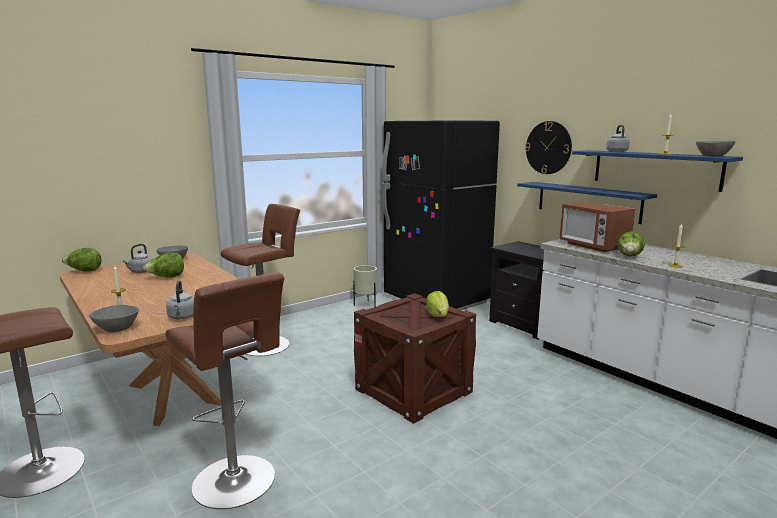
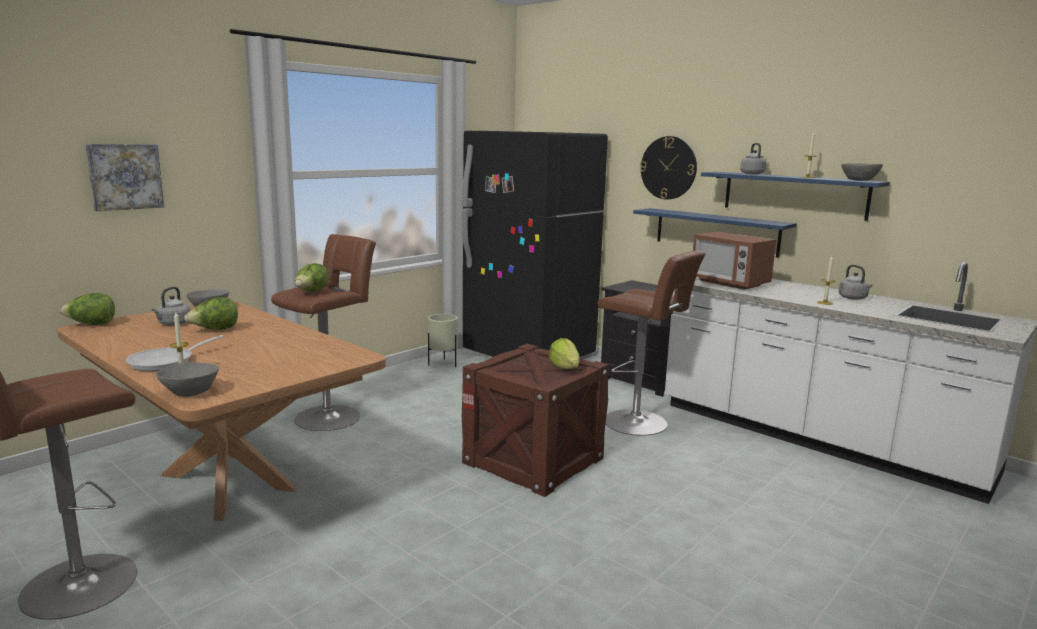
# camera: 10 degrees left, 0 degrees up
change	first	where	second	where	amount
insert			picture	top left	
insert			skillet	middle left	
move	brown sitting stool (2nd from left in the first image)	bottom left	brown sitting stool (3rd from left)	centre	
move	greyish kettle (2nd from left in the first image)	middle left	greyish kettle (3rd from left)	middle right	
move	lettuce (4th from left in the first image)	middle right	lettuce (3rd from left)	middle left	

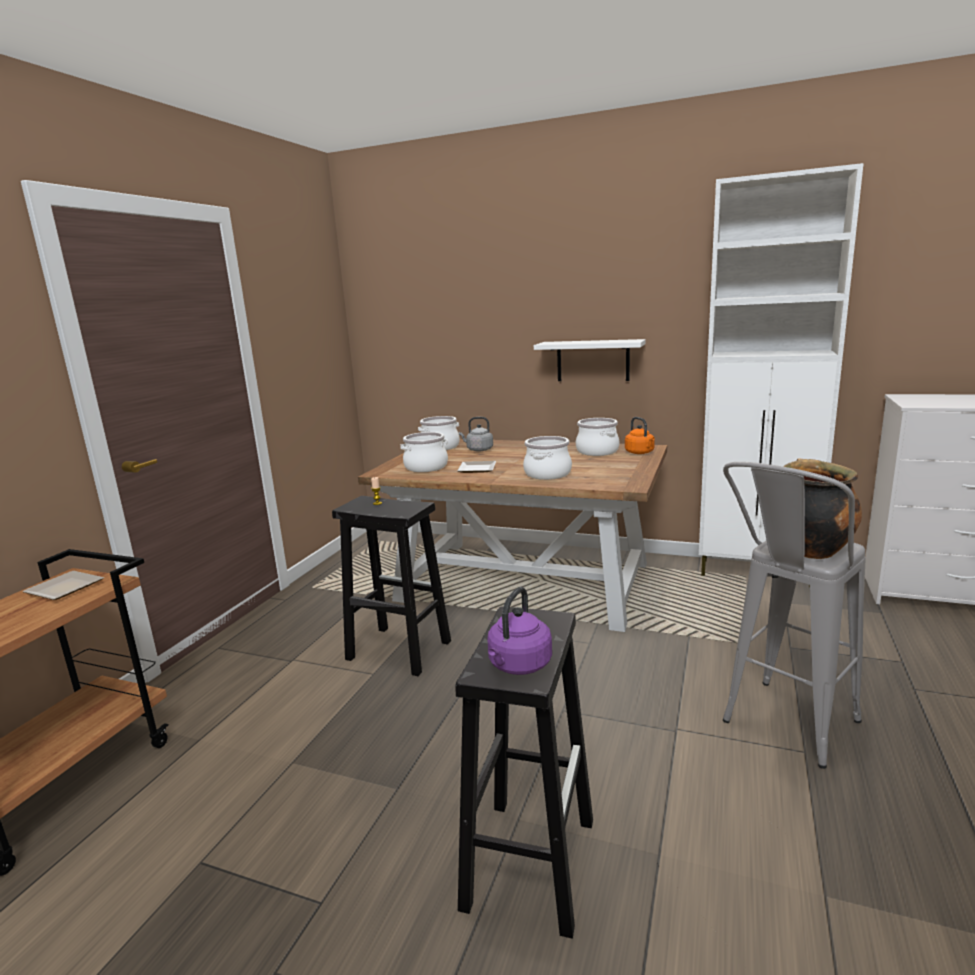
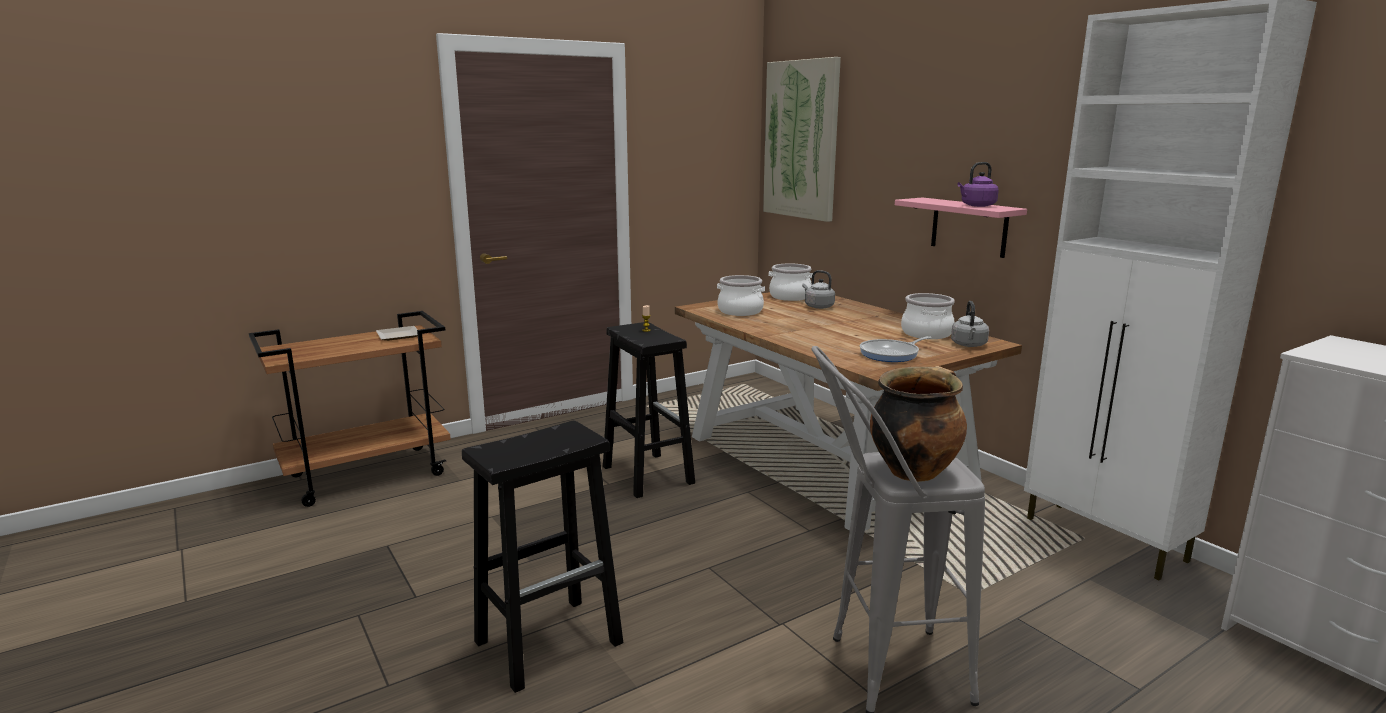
# camera: 35 degrees right, 0 degrees up
change	first	where	second	where	amount
delete	plate (2nd from left)	centre			
delete	saucepot (3rd from left)	centre			
insert			picture	top centre	
insert			skillet	centre	
move	purple kettle	centre		top right	
recolor	white-coloured bracket shelf	centre	pink bracket shelf	top right	
recolor	orangey kettle	centre	greyish kettle (2nd from left)	middle right	

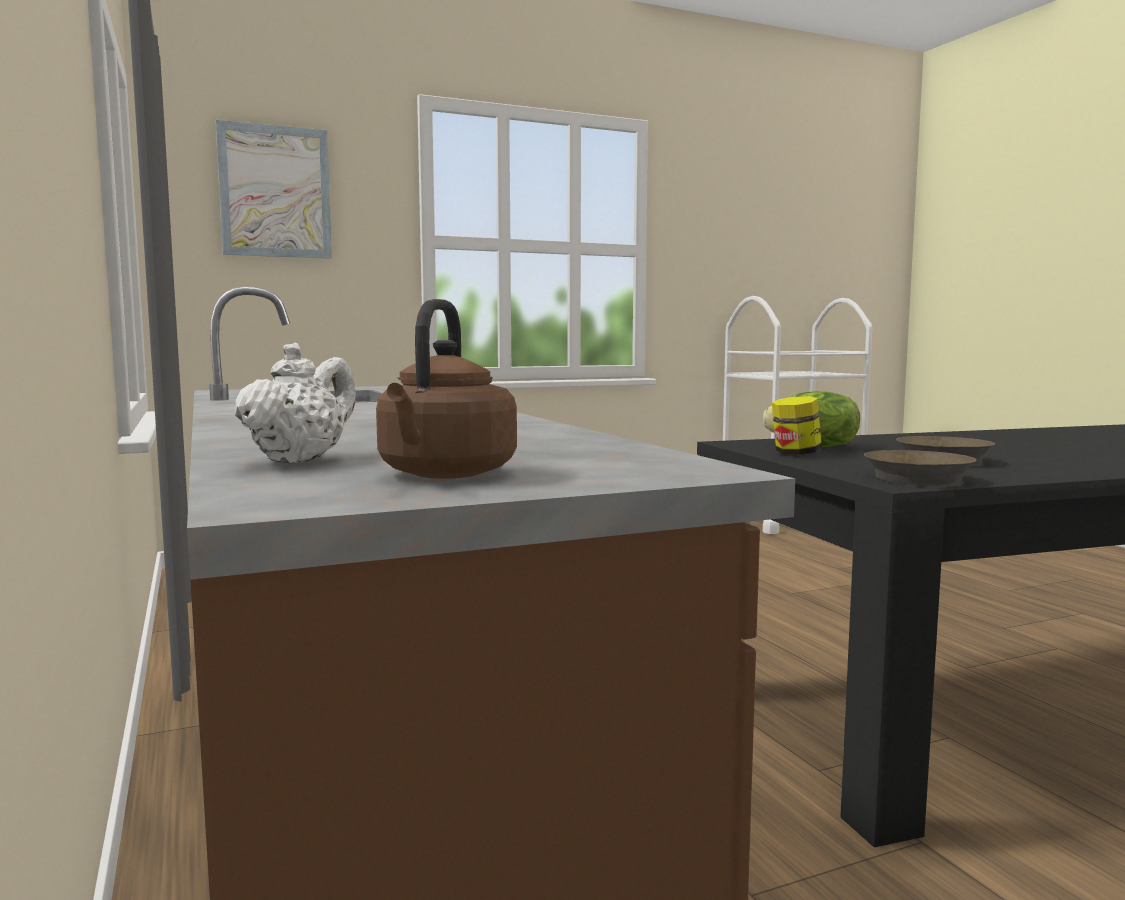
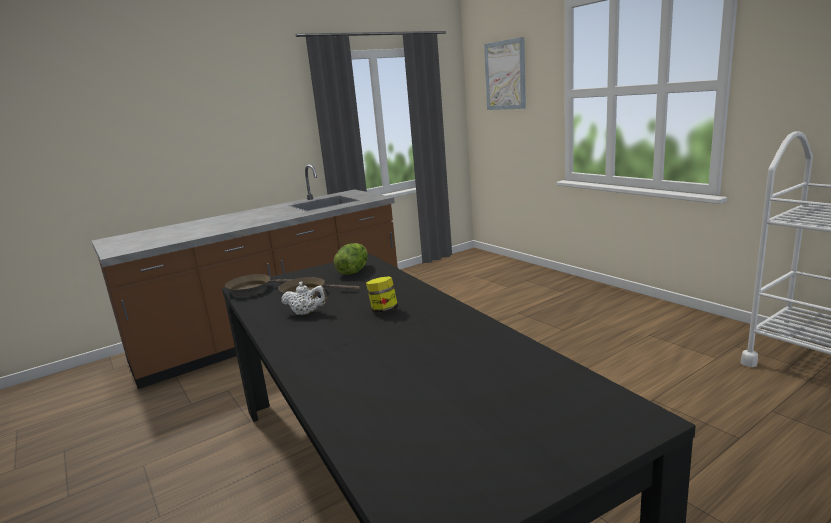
# camera: 80 degrees right, 10 degrees up
change	first	where	second	where	amount
delete	brown kettle	centre			
move	white-coloured pot for tea	middle left		centre	
move	jar	middle right		centre	

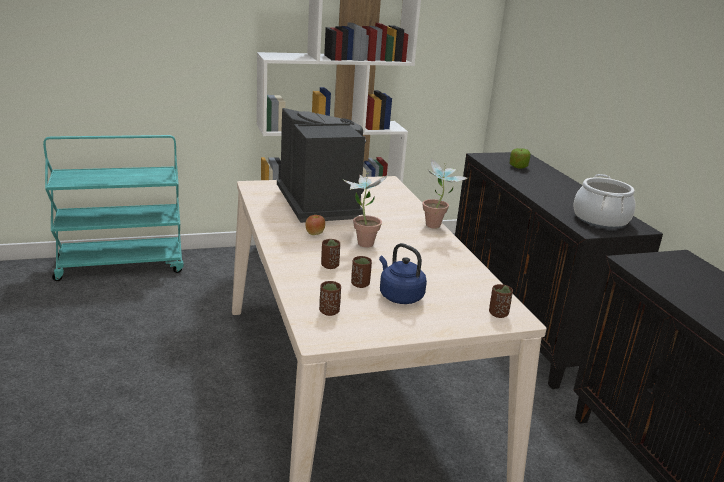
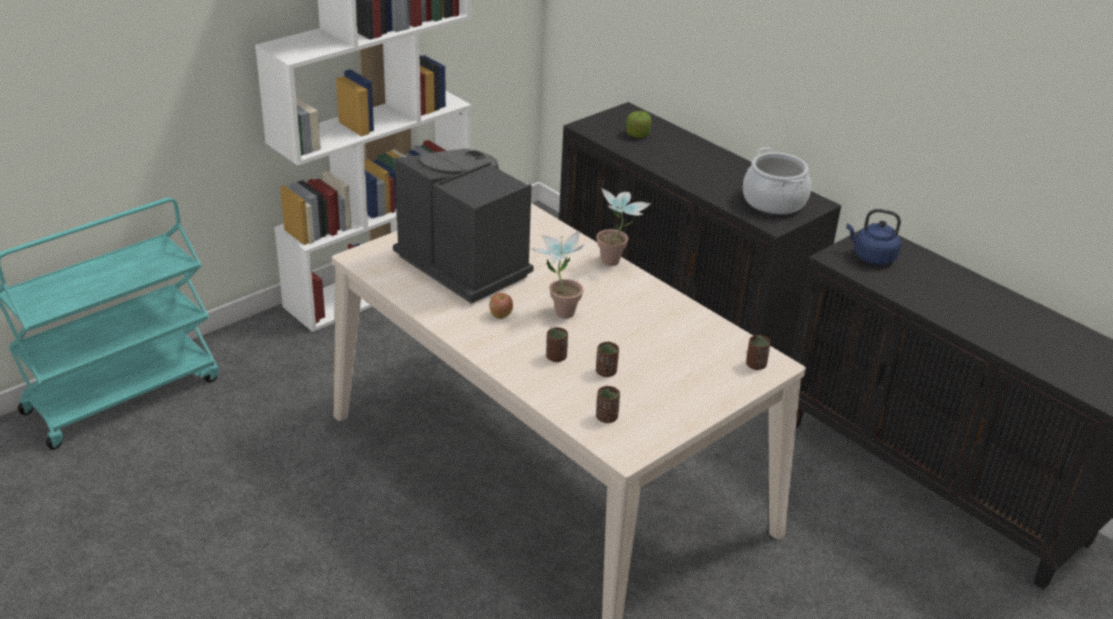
# camera: 25 degrees left, 10 degrees up
change	first	where	second	where	amount
move	blue kettle	centre		middle right	

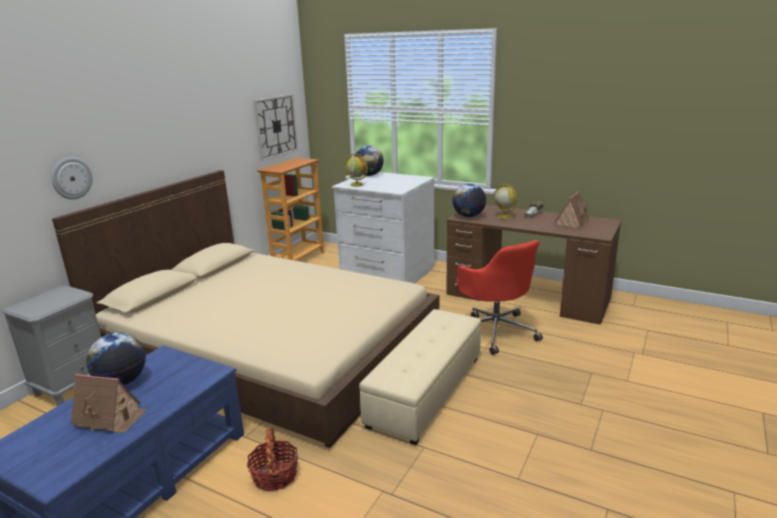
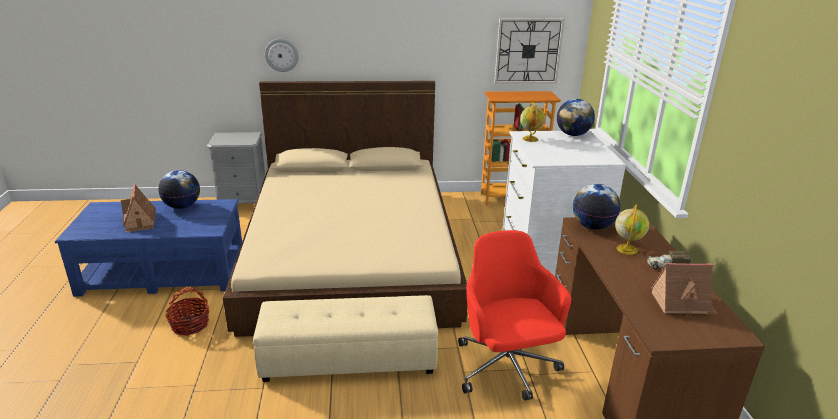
# camera: 55 degrees right, 5 degrees up
change	first	where	second	where	amount
rotate	red-coloured desk chair	centre		bottom centre	135 degrees clockwise

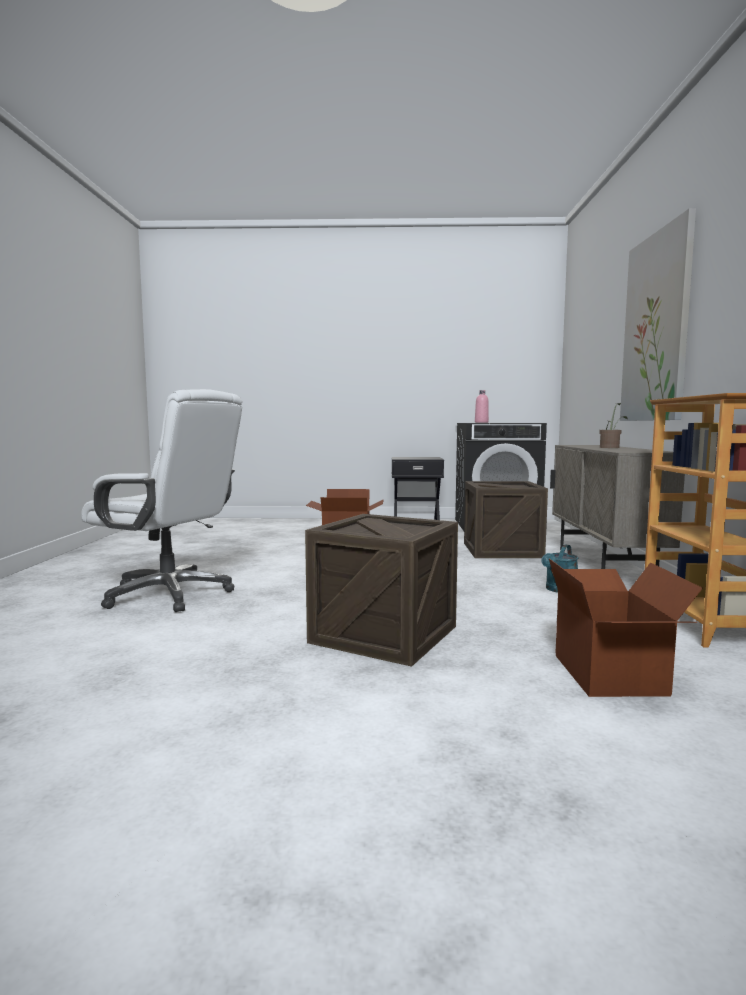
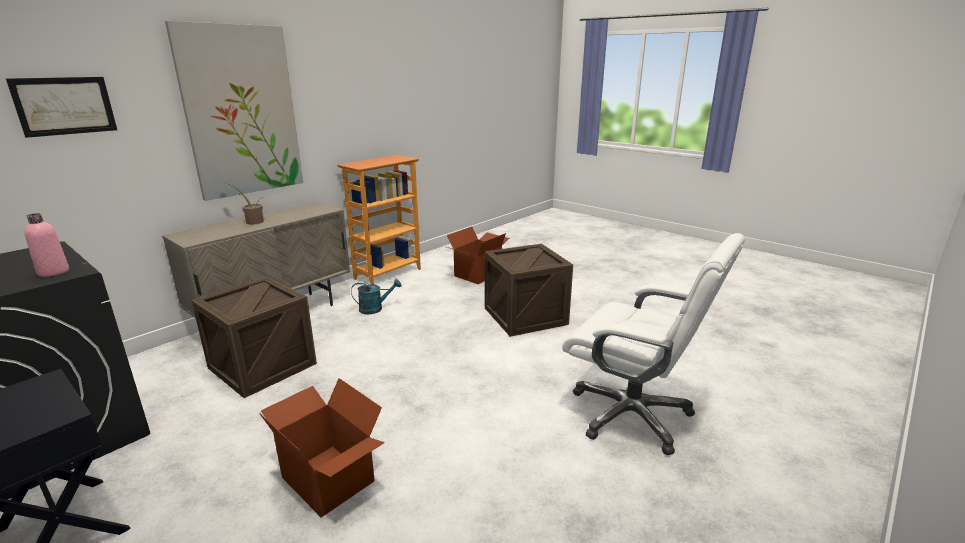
# camera: 140 degrees left, 15 degrees up
change	first	where	second	where	amount
insert			picture (1st from left)	top left	
rotate	white-coloured desk chair	middle left		middle right	150 degrees clockwise

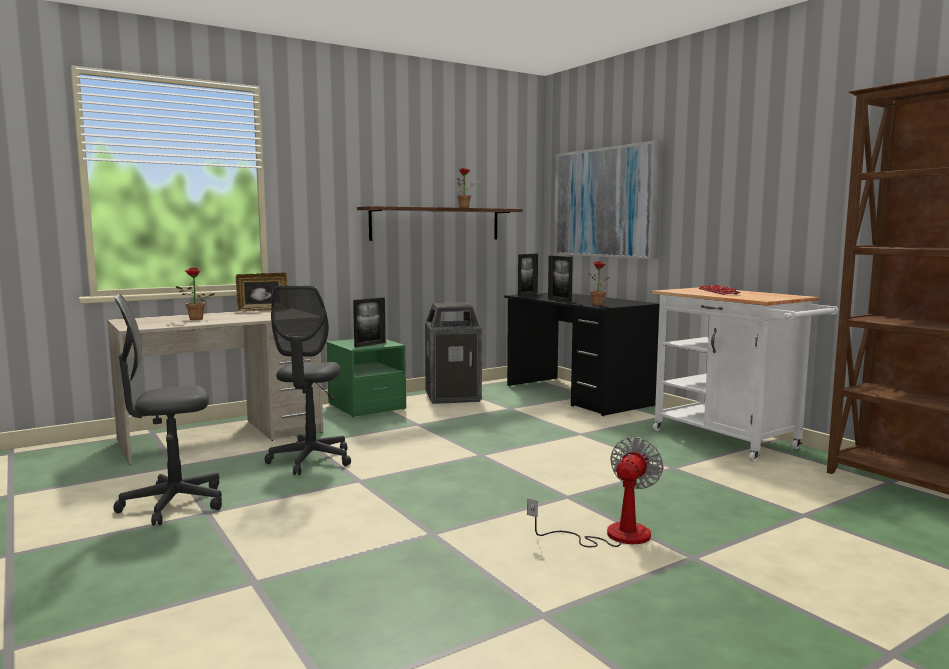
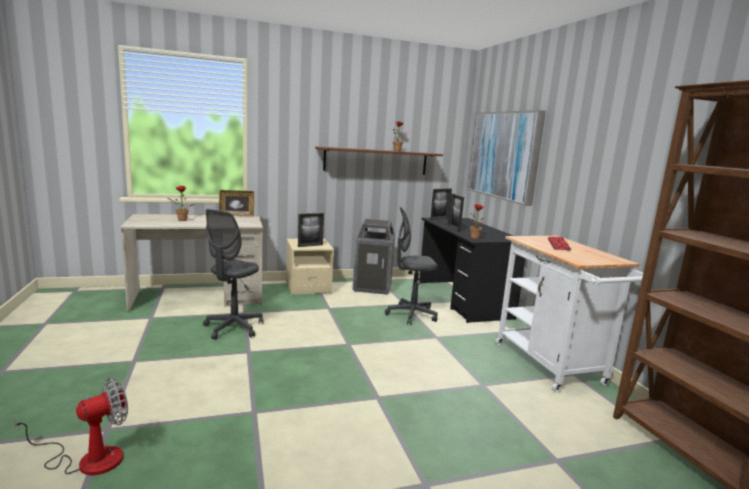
# camera: 15 degrees right, 5 degrees up
change	first	where	second	where	amount
move	greyish desk chair (1st from left in the first image)	middle left	greyish desk chair (2nd from left)	centre	
move	cooling fan	bottom centre		bottom left	
recolor	green nightstand	centre	beige nightstand	centre	

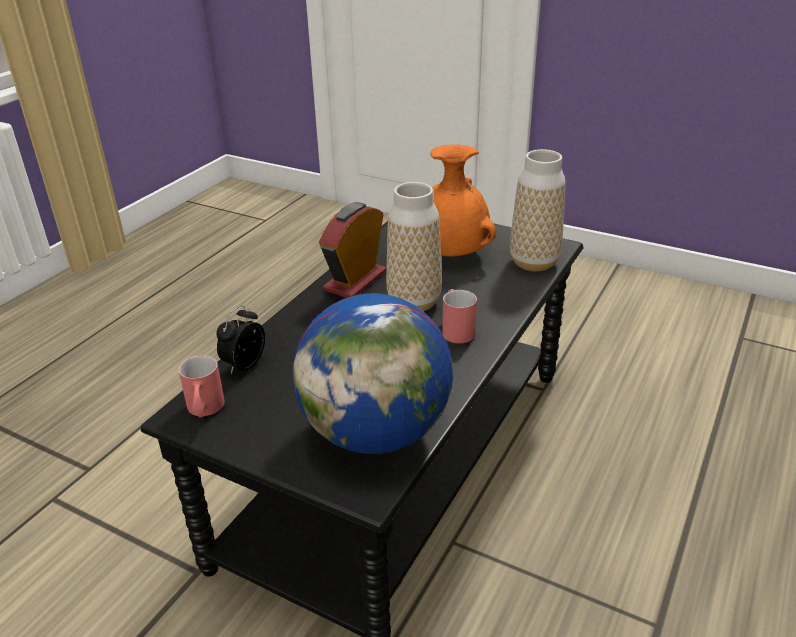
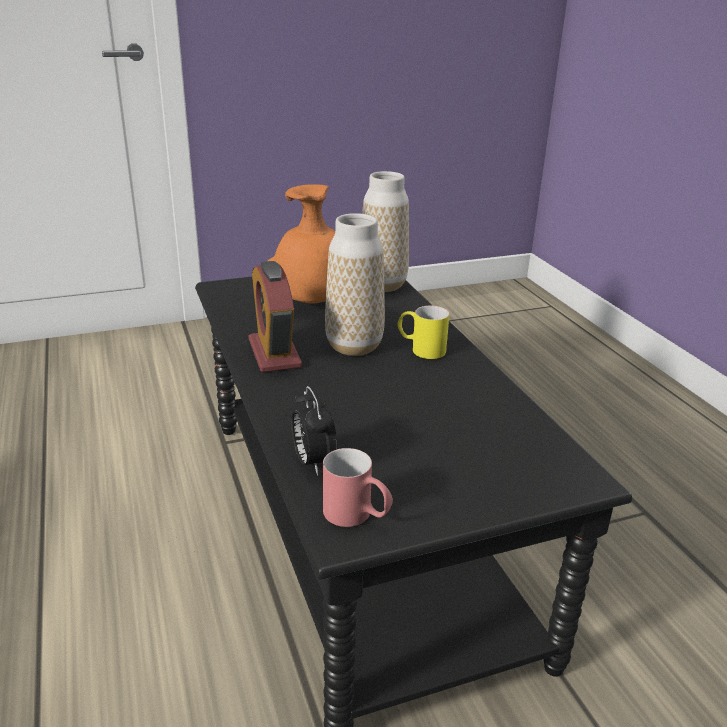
# camera: 50 degrees left, 5 degrees down
change	first	where	second	where	amount
delete	desk globe	centre			
recolor	red-coloured mug (2nd from left)	centre	yellow-coloured mug	centre	

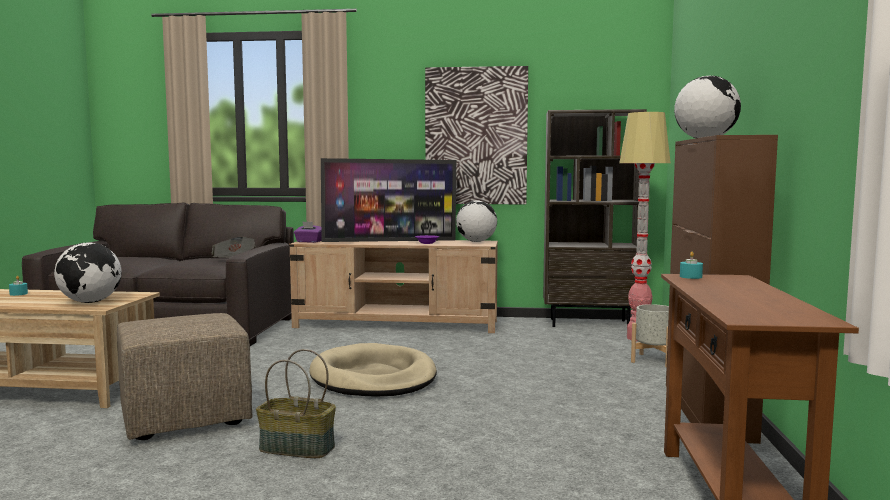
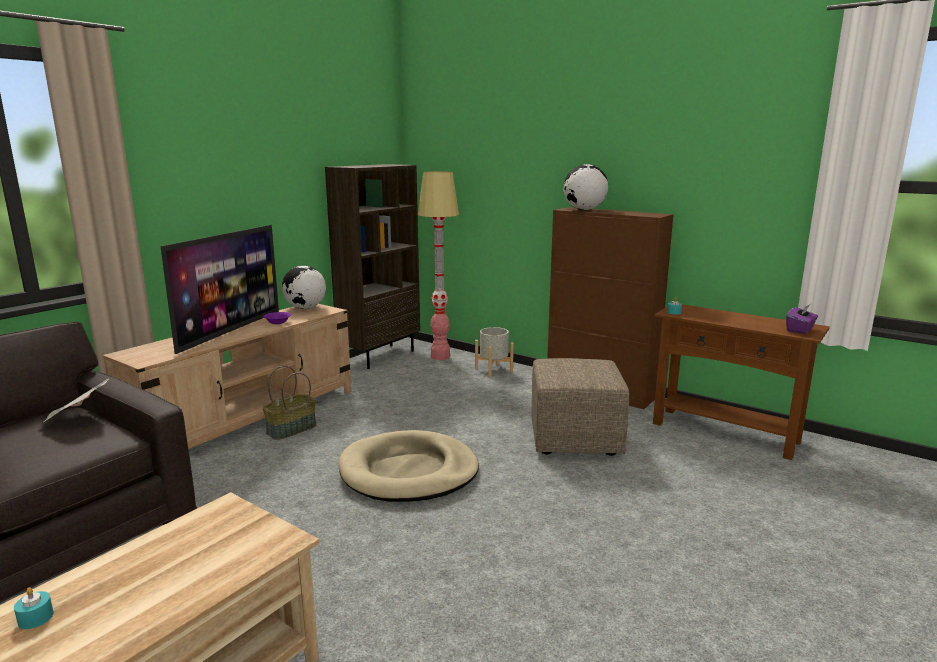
# camera: 60 degrees left, 10 degrees up
change	first	where	second	where	amount
delete	desk globe (1st from left)	middle left			
delete	picture	top centre			
move	beige ottoman	bottom left		centre	
move	storage basket	bottom left		middle left	
move	purple tissue holder	centre		middle right	

